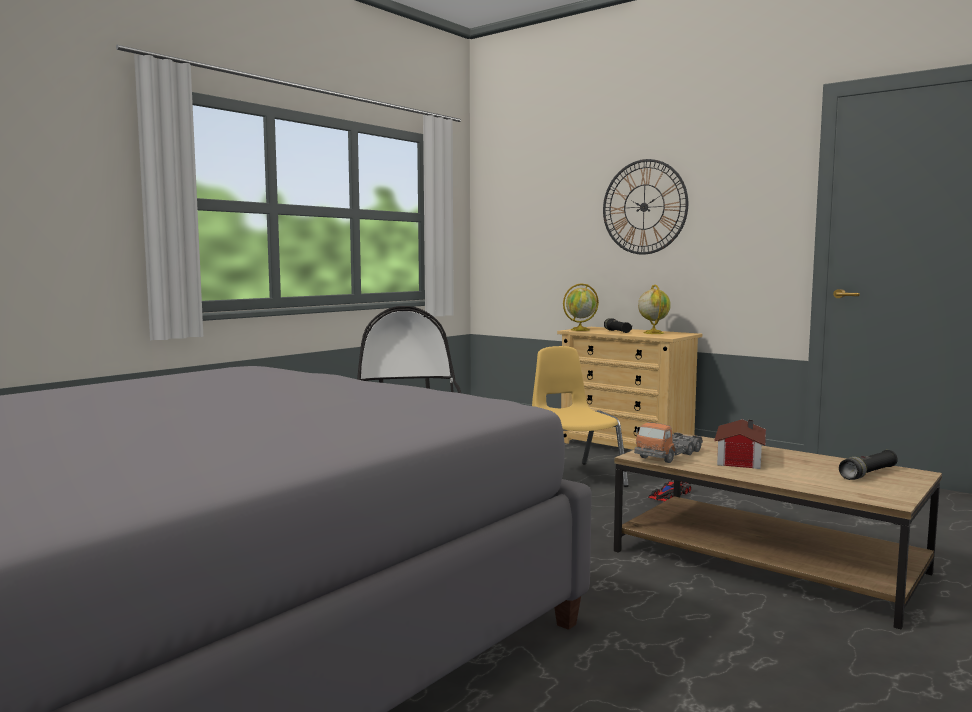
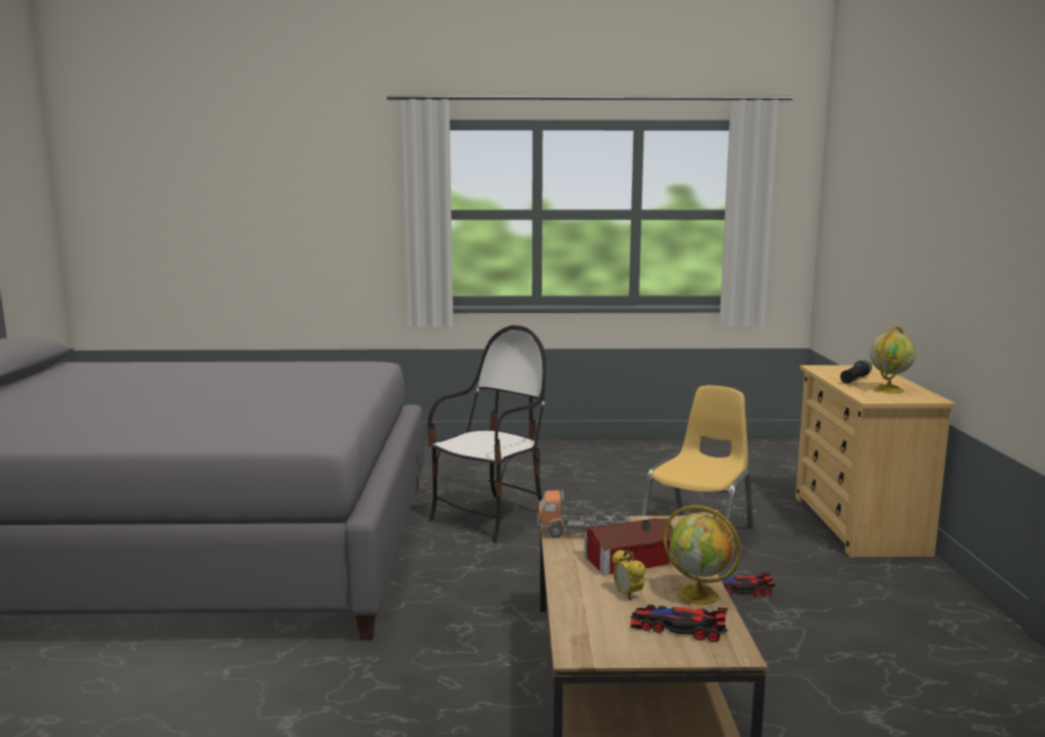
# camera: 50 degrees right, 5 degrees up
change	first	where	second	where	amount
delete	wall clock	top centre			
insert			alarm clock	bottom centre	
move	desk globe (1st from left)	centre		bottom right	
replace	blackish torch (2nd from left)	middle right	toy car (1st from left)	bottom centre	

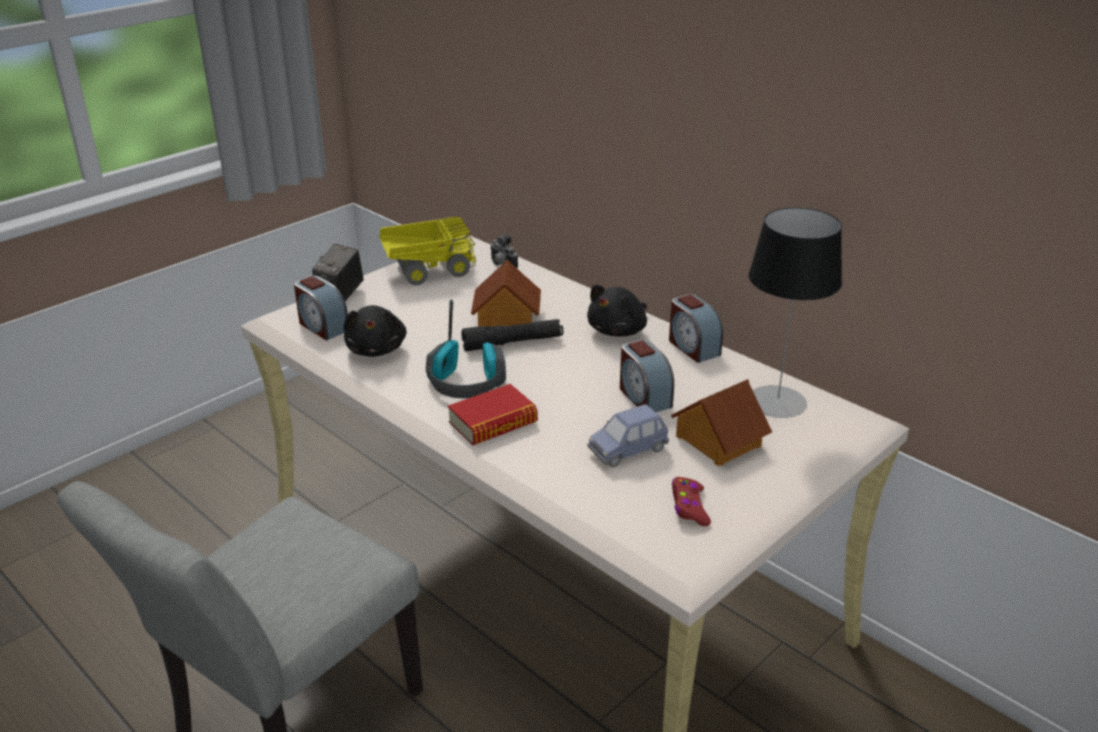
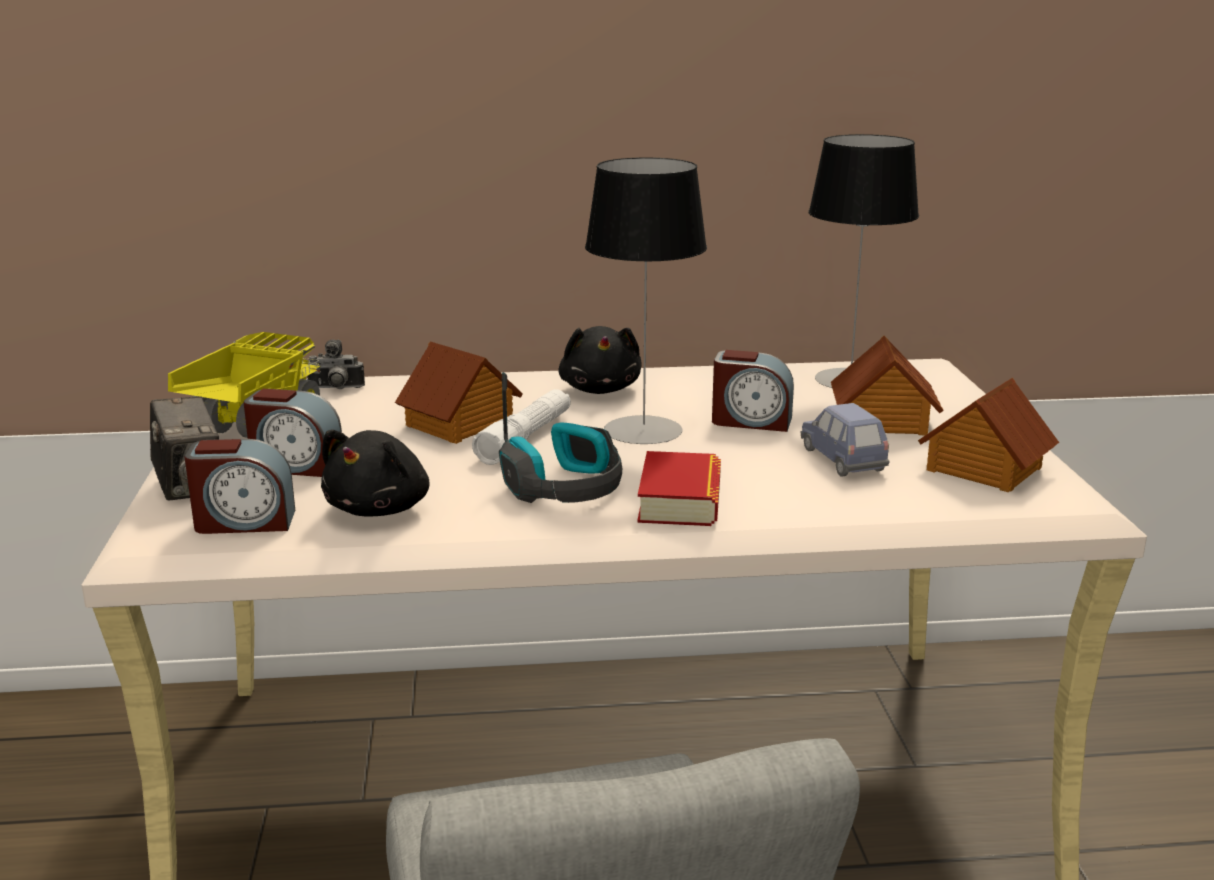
# camera: 50 degrees left, 10 degrees down
change	first	where	second	where	amount
insert			lamp for a table (1st from left)	centre	
move	alarm clock (3rd from left in the first image)	centre	alarm clock (2nd from left)	middle left	
replace	red-coloured game controller	bottom centre	model house (3rd from left)	middle right	
recolor	blackish torch	centre	white-coloured torch	centre	
rotate	blackish soft toy (1st from left)	centre		middle left	75 degrees clockwise
rotate	blue toy car	centre		middle right	150 degrees clockwise

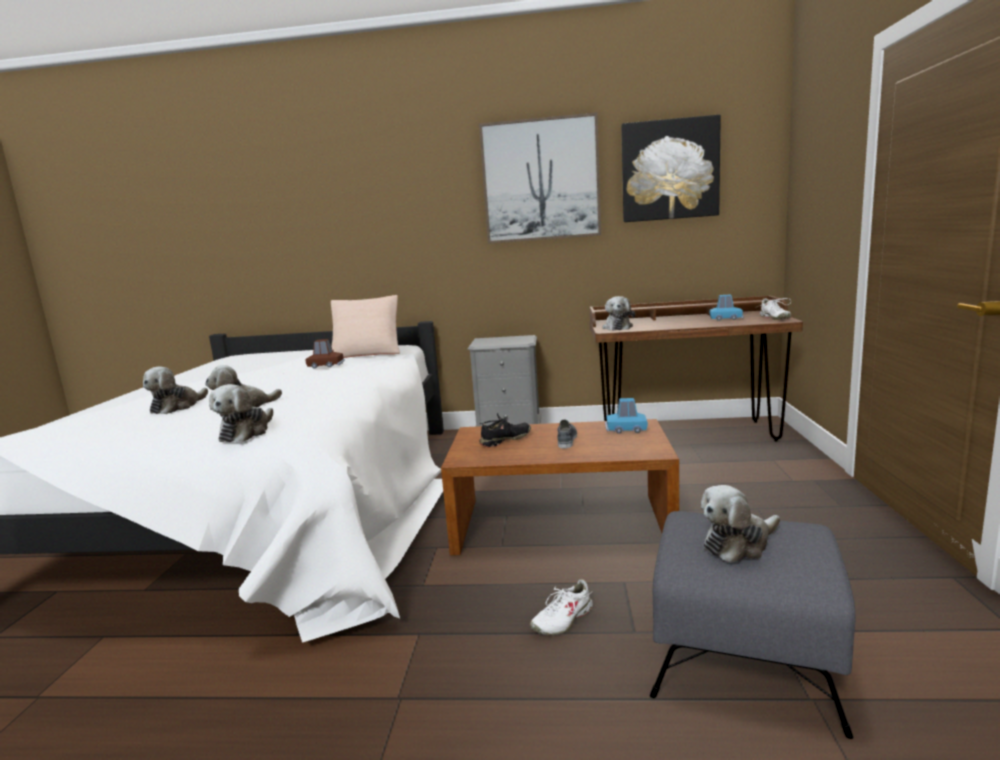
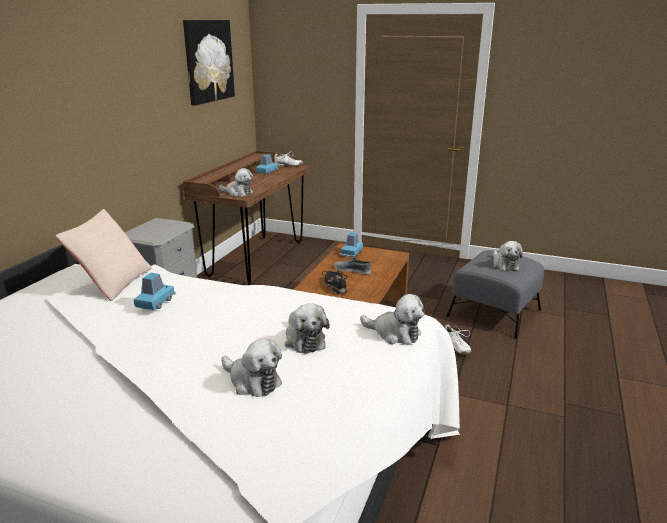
# camera: 75 degrees left, 10 degrees up
change	first	where	second	where	amount
delete	picture (1st from left)	top centre			
recolor	brown toy car	middle left	blue toy car (1st from left)	middle left	

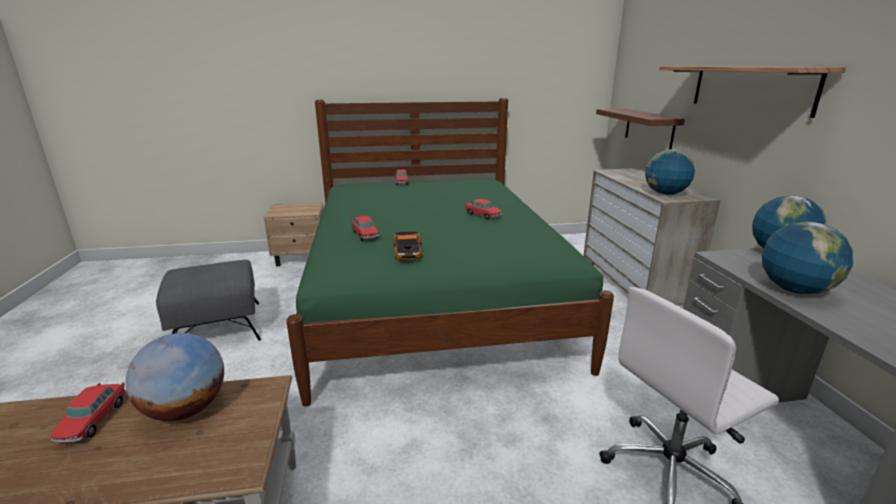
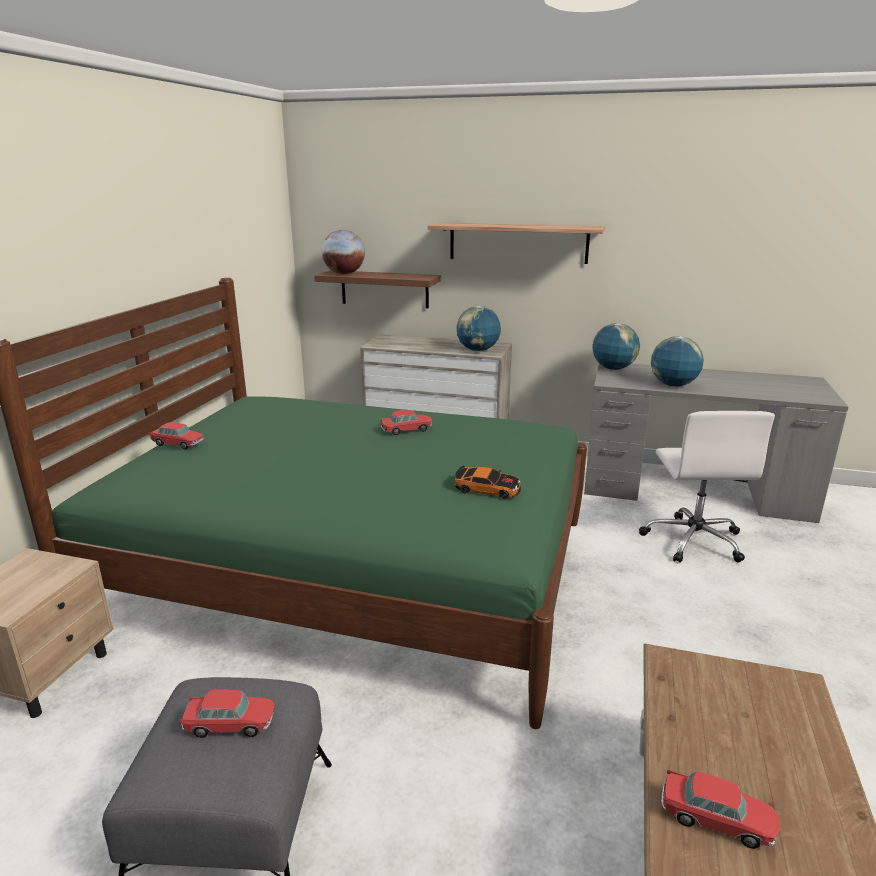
# camera: 65 degrees left, 0 degrees up
change	first	where	second	where	amount
move	desk globe (1st from left)	bottom left		top centre	
move	toy car (2nd from left)	centre		bottom left	

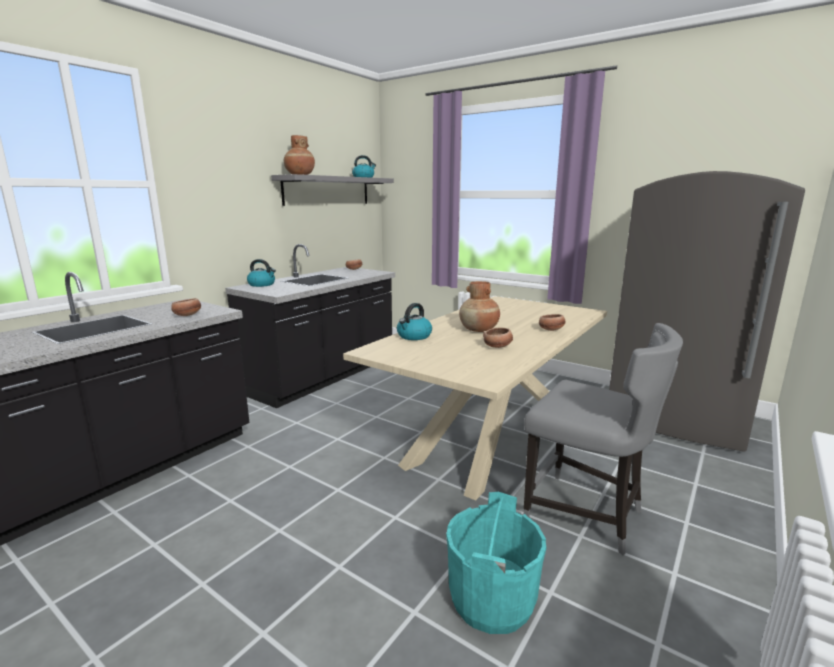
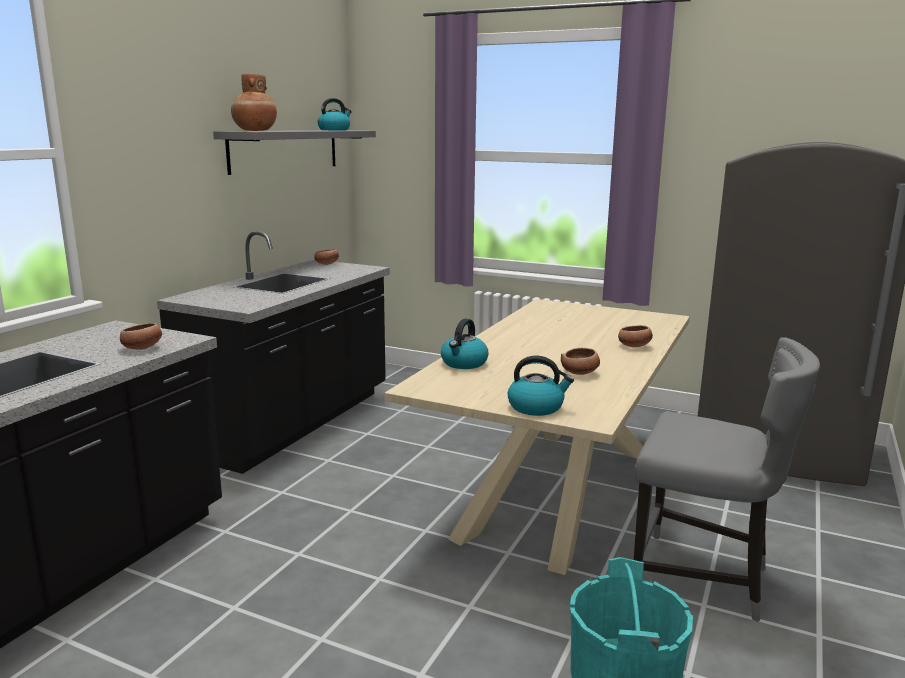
# camera: 10 degrees left, 0 degrees up
change	first	where	second	where	amount
delete	brown vase (2nd from left)	centre			
move	kettle (1st from left in the first image)	middle left	kettle (3rd from left)	centre	

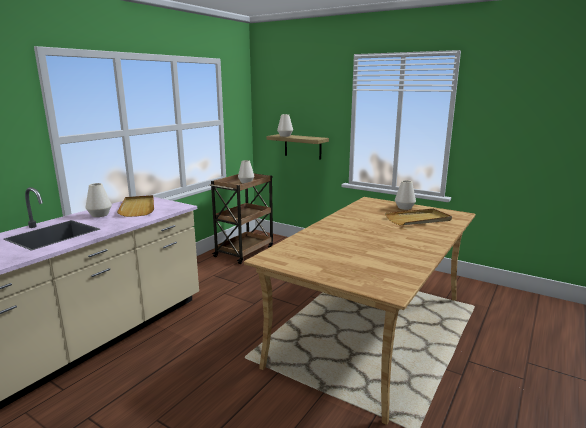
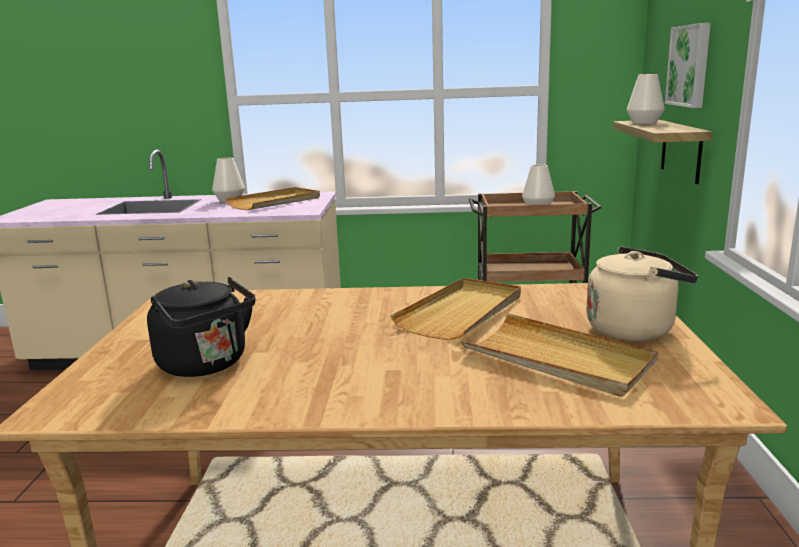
# camera: 60 degrees right, 0 degrees up
change	first	where	second	where	amount
insert			blackish kettle	middle left	
insert			beige tray (2nd from left)	centre	
insert			picture	top right	
replace	white-coloured vase (4th from left)	middle right	beige kettle	middle right	

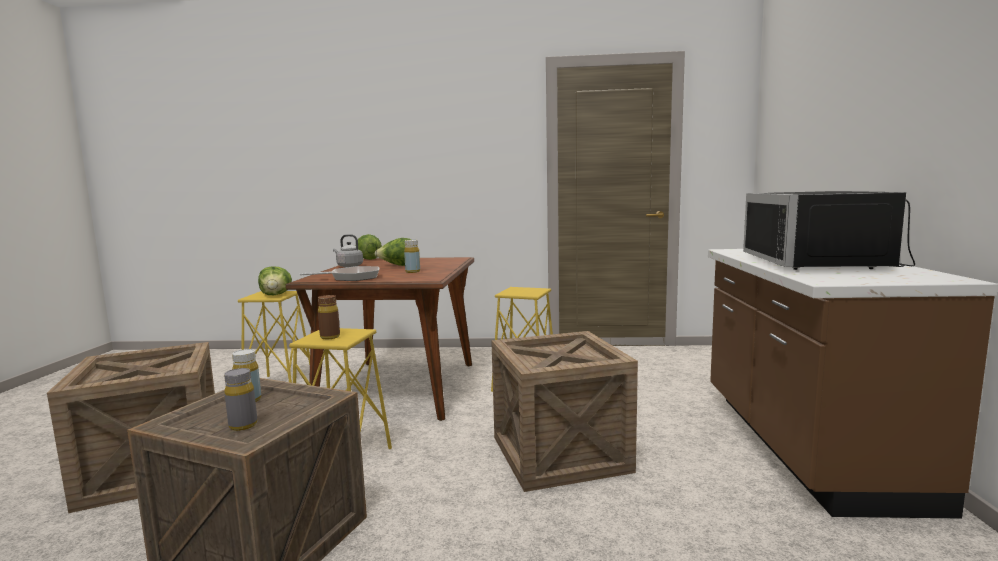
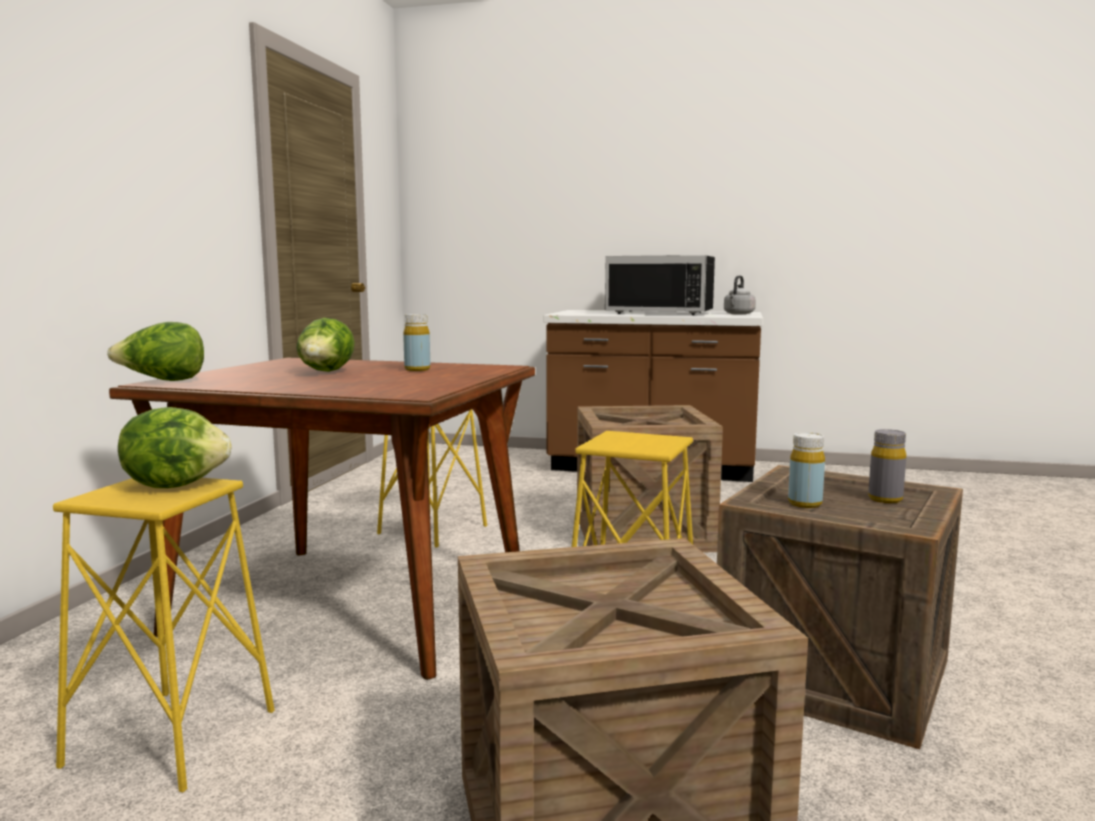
# camera: 80 degrees left, 0 degrees up
change	first	where	second	where	amount
delete	skillet	centre			
delete	brown beverage bottle	middle left			
move	greyish kettle	centre		middle right	

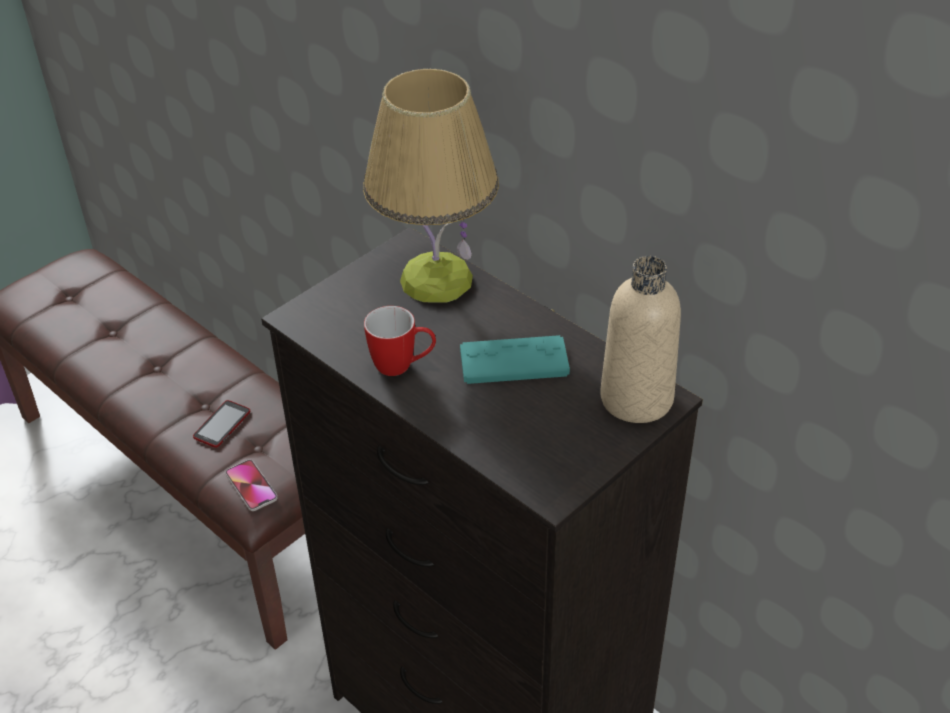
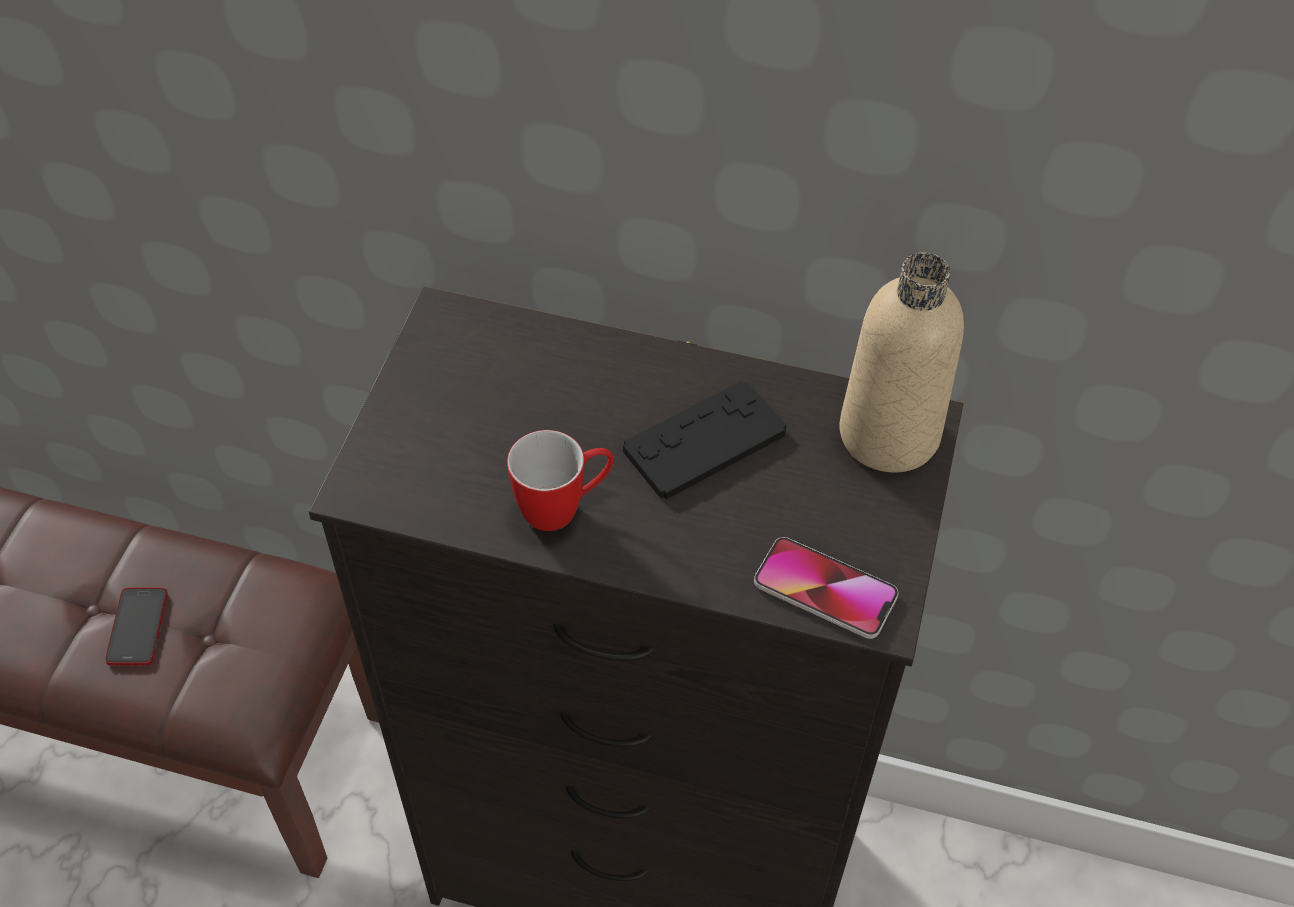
# camera: 30 degrees left, 10 degrees up
change	first	where	second	where	amount
delete	lamp for a table	top centre			
move	telephone (2nd from left)	bottom left		centre	
recolor	turquoise game controller	centre	blackish game controller	centre	

